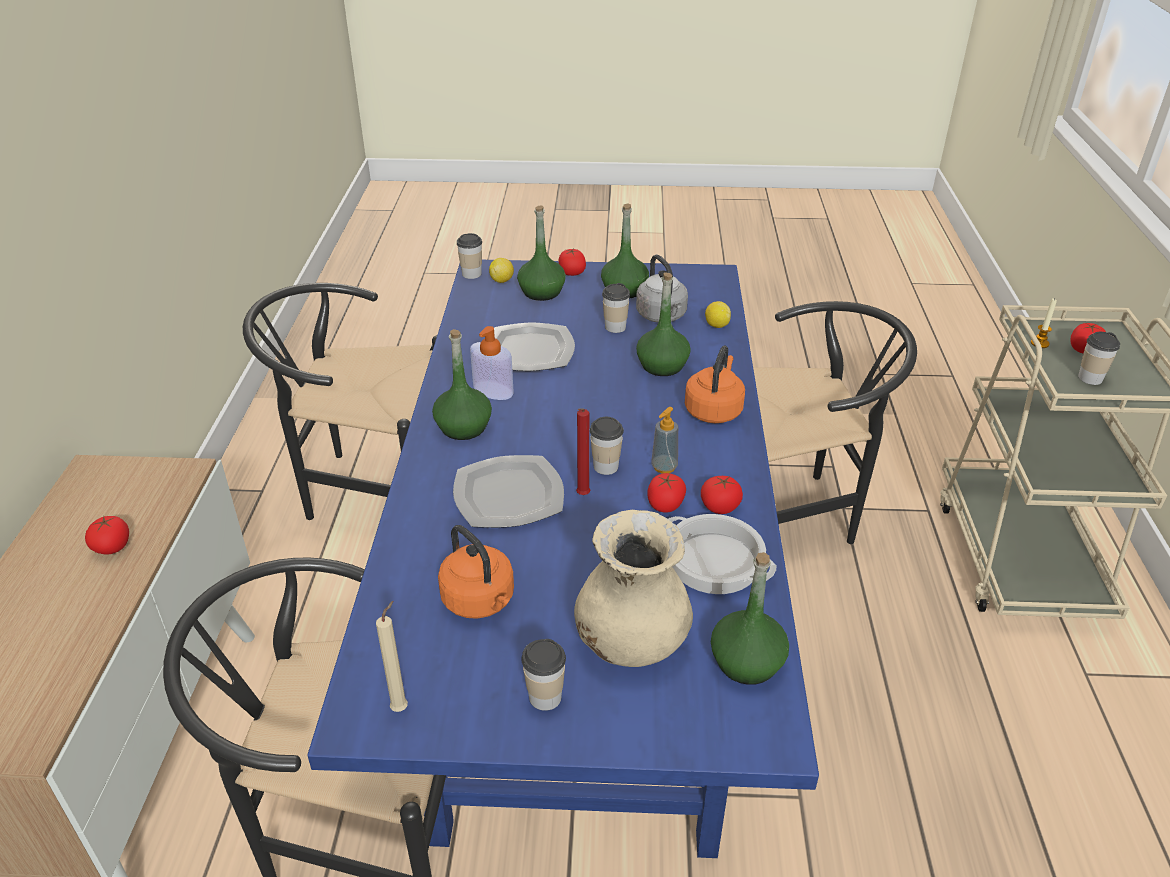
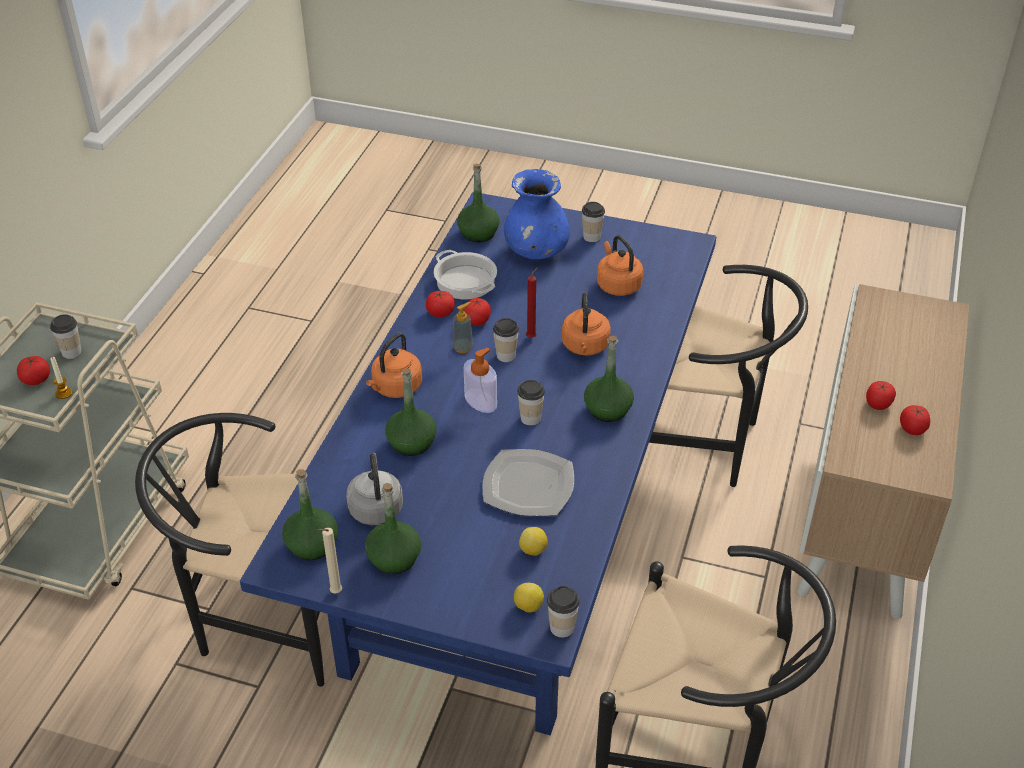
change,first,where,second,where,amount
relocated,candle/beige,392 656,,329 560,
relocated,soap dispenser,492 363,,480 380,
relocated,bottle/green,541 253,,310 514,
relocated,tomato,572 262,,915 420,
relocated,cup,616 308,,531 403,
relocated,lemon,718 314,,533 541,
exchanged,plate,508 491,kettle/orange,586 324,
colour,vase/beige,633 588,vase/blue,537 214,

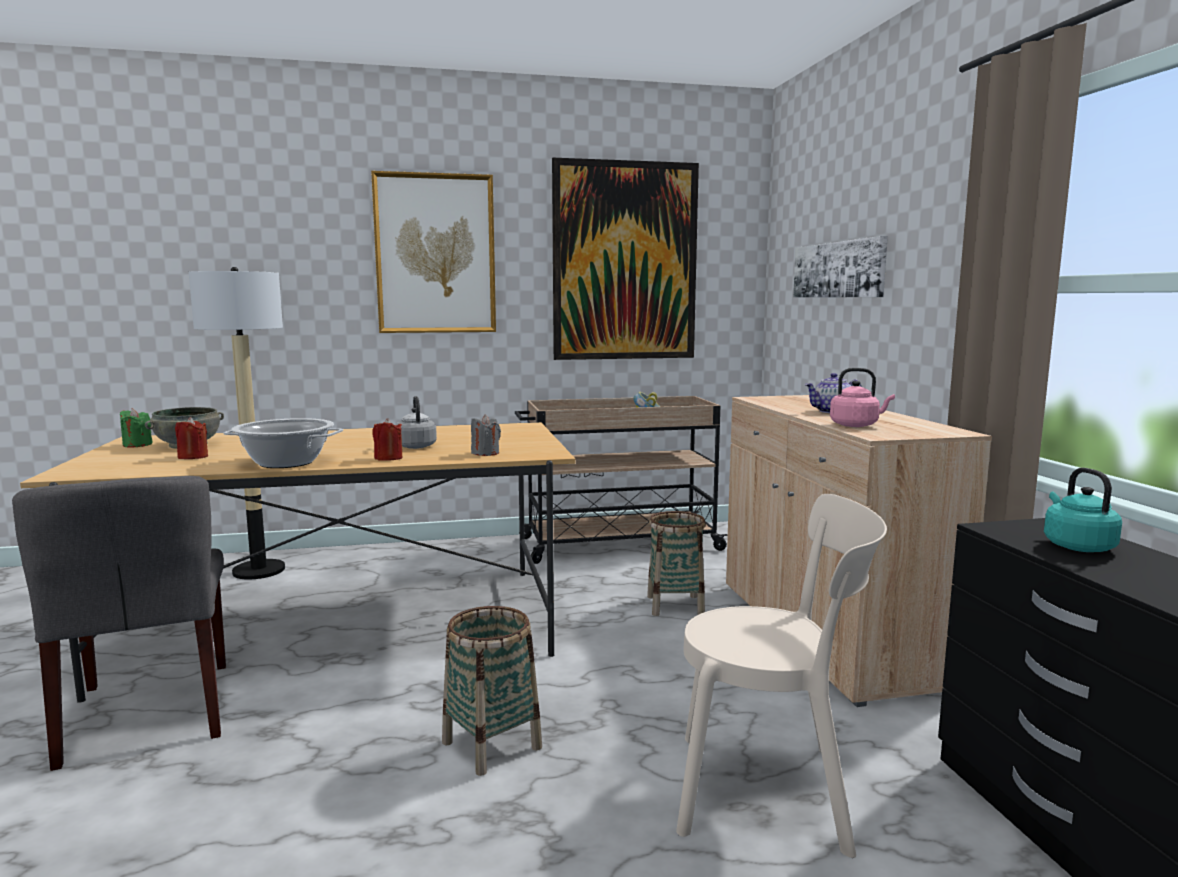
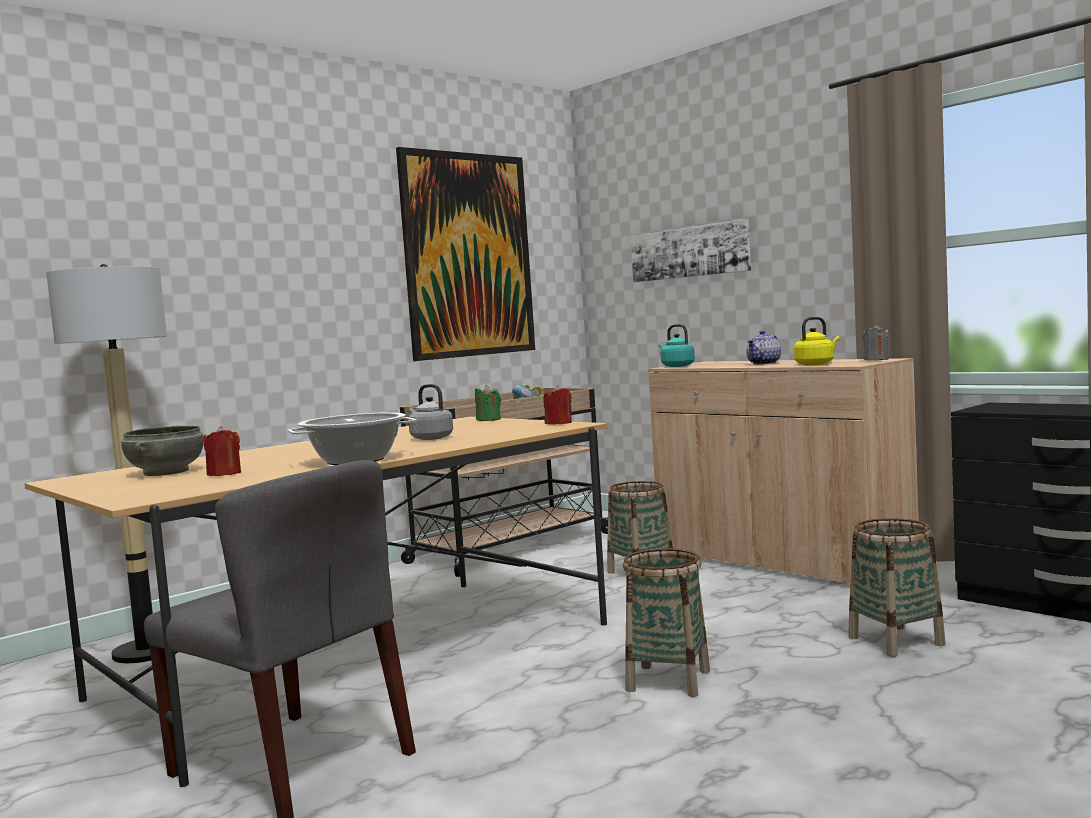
change,first,where,second,where,amount
missing,picture,433 252,,,
relocated,candle/green,136 428,,488 403,
relocated,candle/red,387 439,,557 404,
relocated,candle/grey,486 435,,876 342,
relocated,kettle/turquoise,1083 510,,677 345,
exchanged,chair/beige,781 676,basket,897 587,
colour,kettle/pink,862 397,kettle/yellow,817 341,

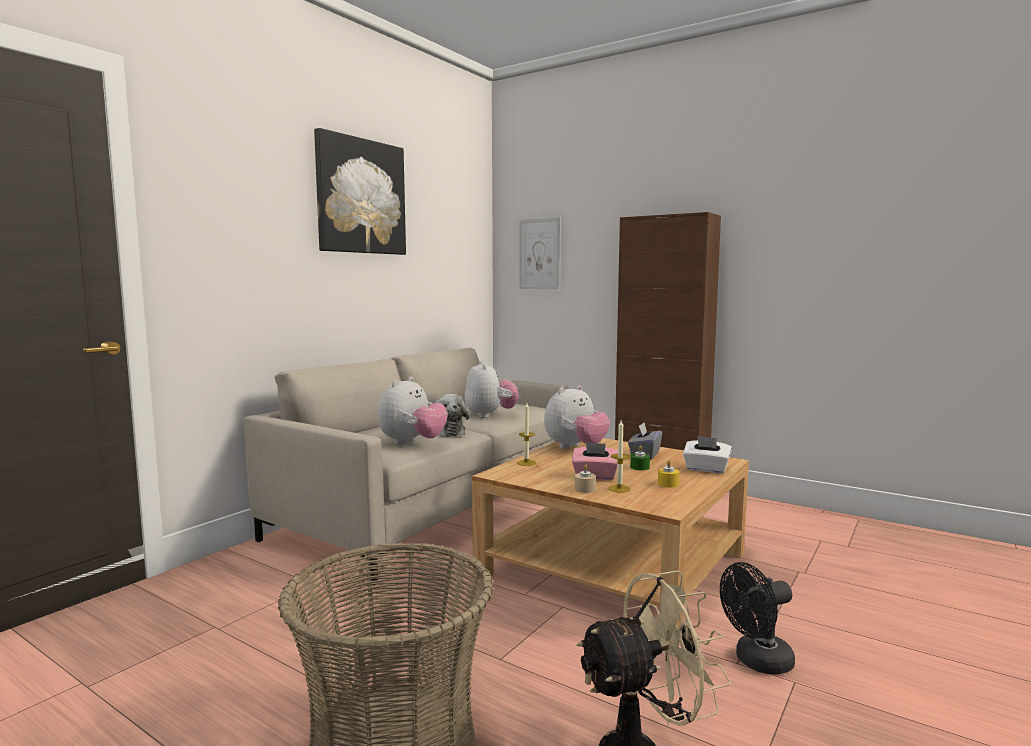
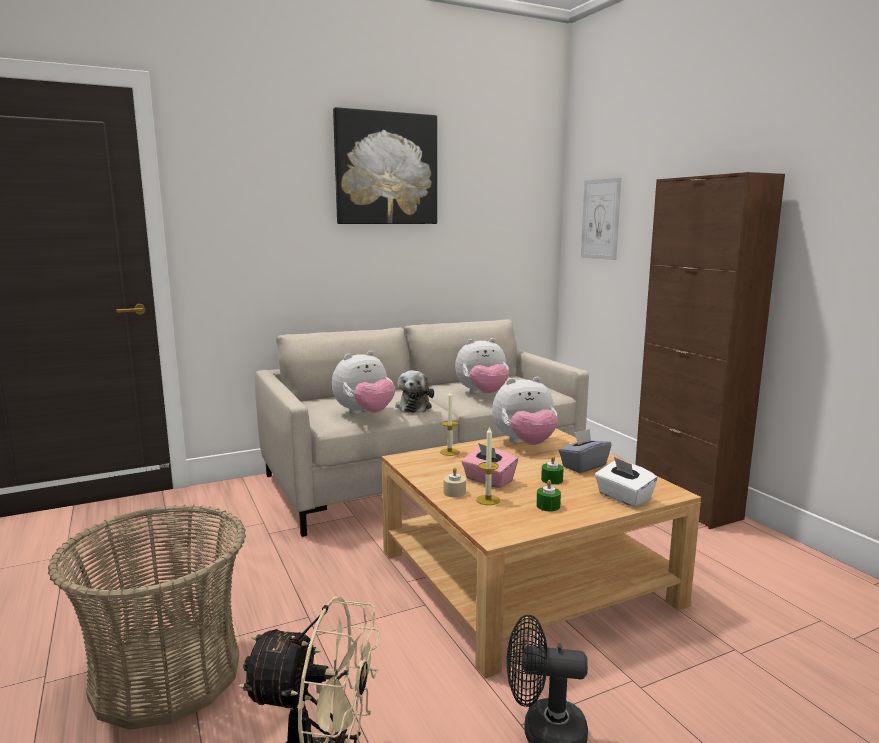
change,first,where,second,where,amount
colour,candle/yellow,668 473,candle/green,548 495,
spun,plush toy,492 389,,482 366,60 degrees clockwise

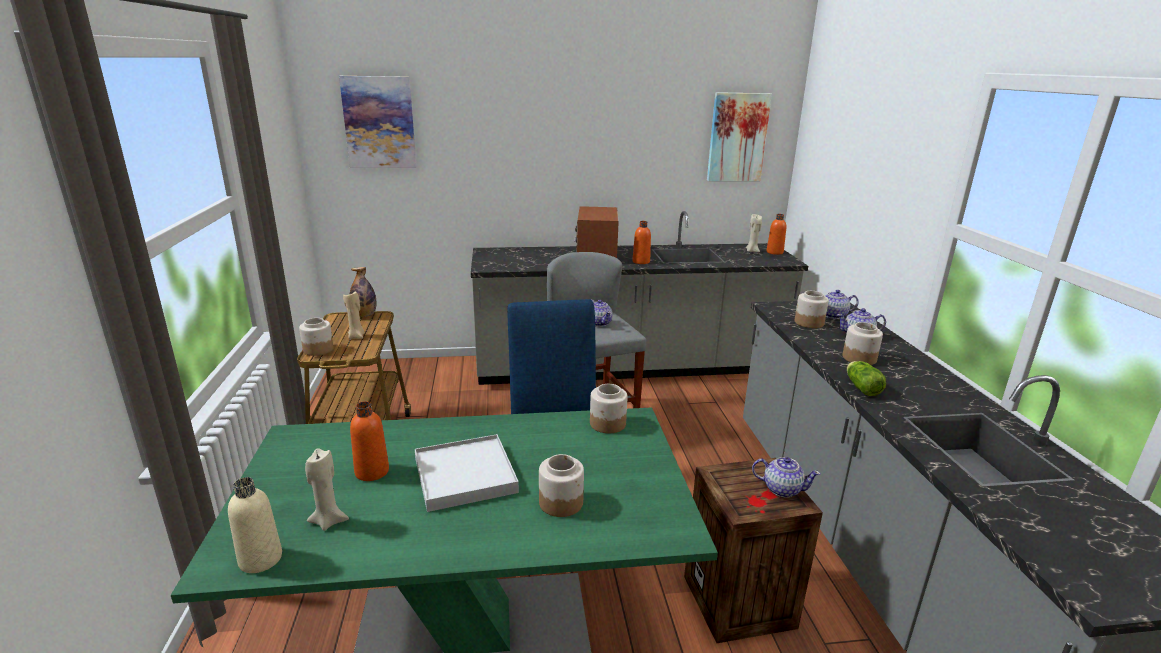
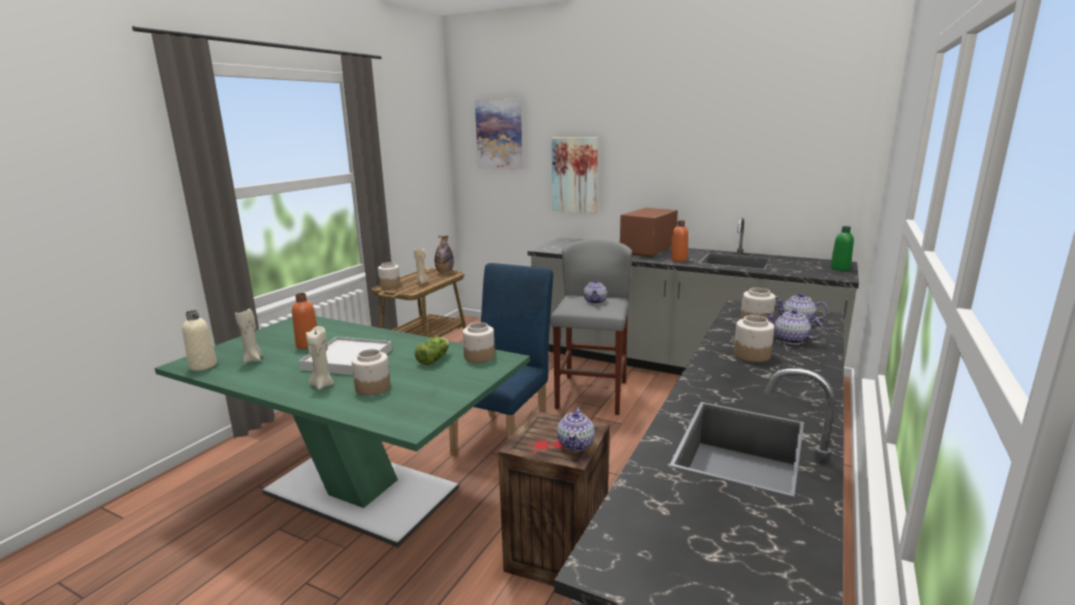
change,first,where,second,where,amount
relocated,picture,739 136,,575 175,
relocated,candle/beige,754 233,,320 358,
relocated,lettuce,866 378,,432 351,
colour,bottle/orange,776 234,bottle/green,842 248,
spun,teapot,786 477,,576 429,45 degrees clockwise

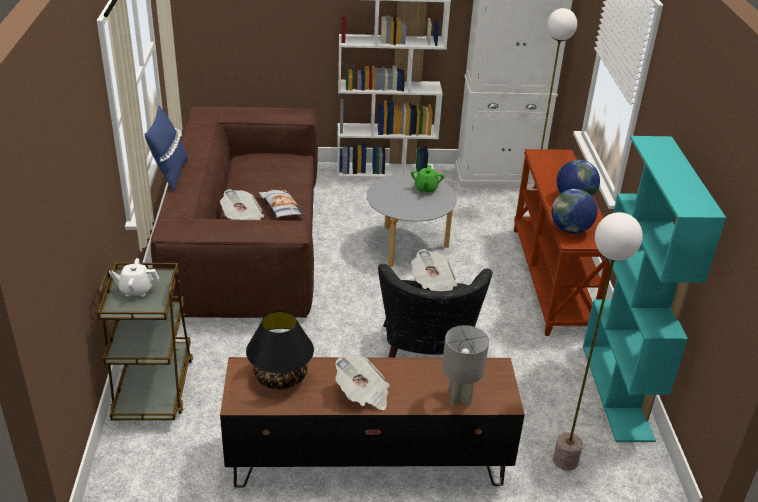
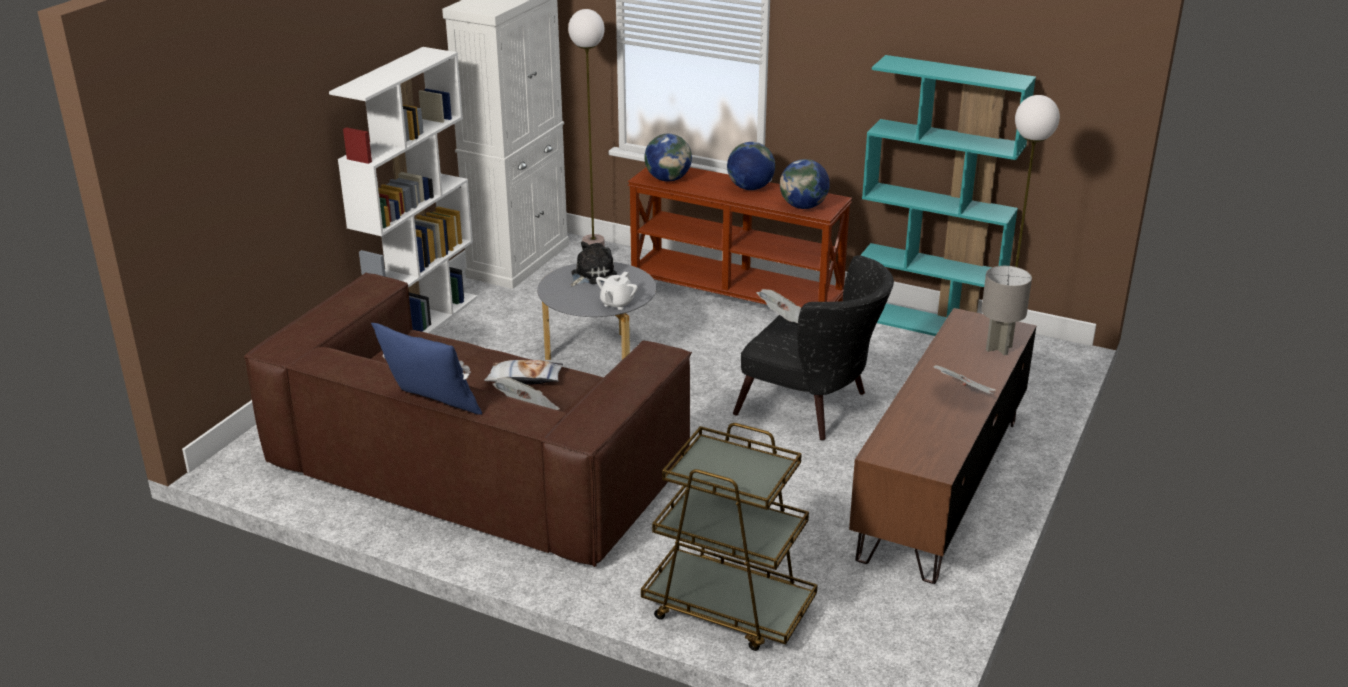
change,first,where,second,where,amount
missing,table lamp/black,280 350,,,
appeared,,,globe,668 158,
relocated,teapot/white,134 277,,617 291,
exchanged,teapot/green,427 179,plush toy,594 264,

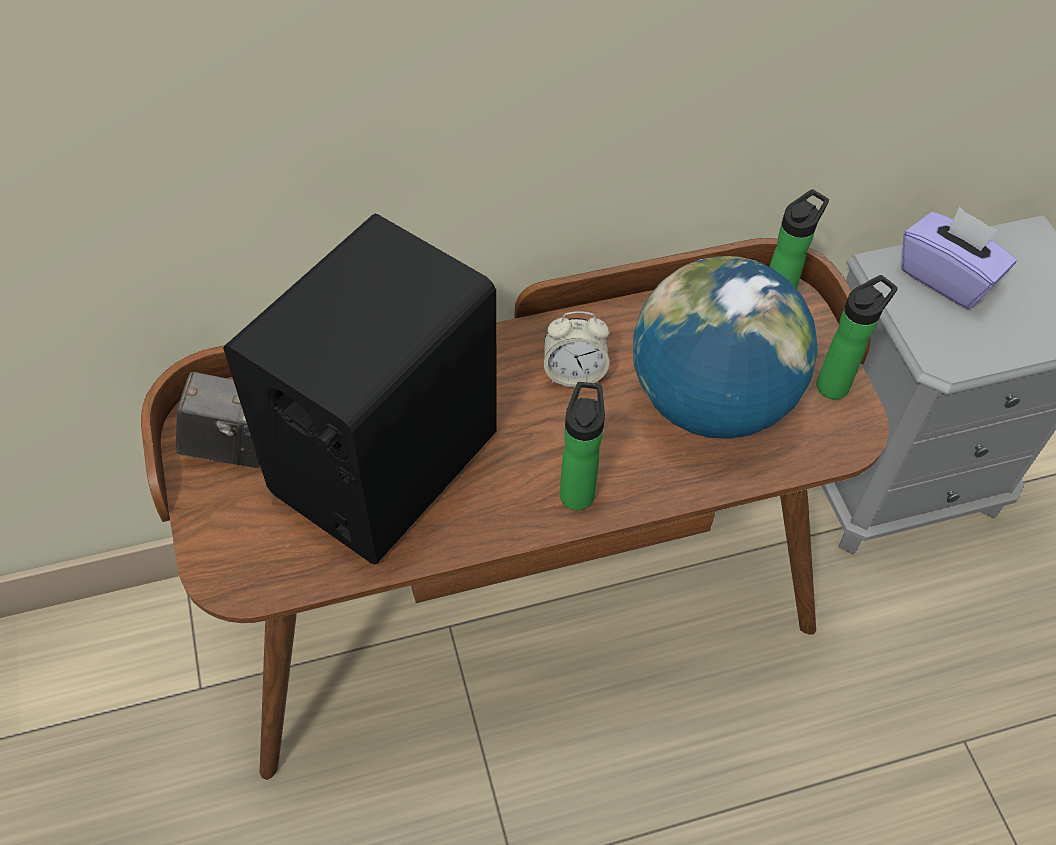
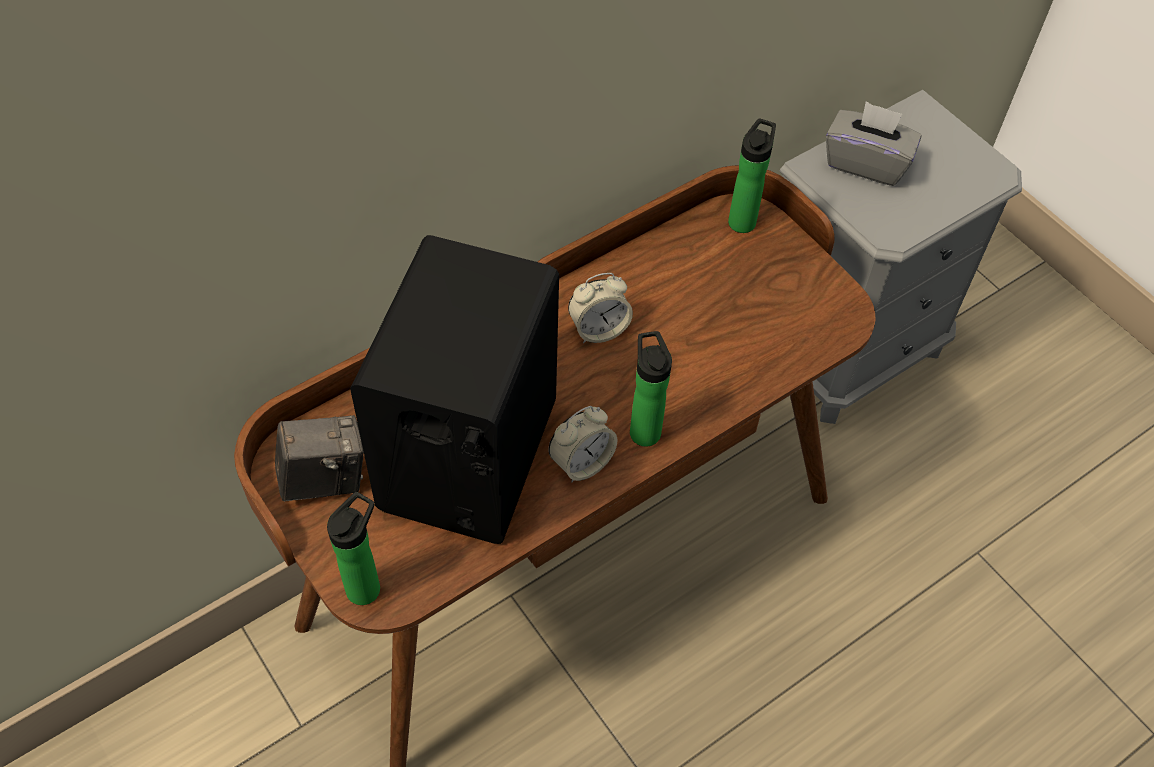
change,first,where,second,where,amount
missing,globe,725 347,,,
appeared,,,alarm clock,583 444,
relocated,bottle,857 337,,353 548,
colour,tissue box/purple,959 258,tissue box/grey,873 143,

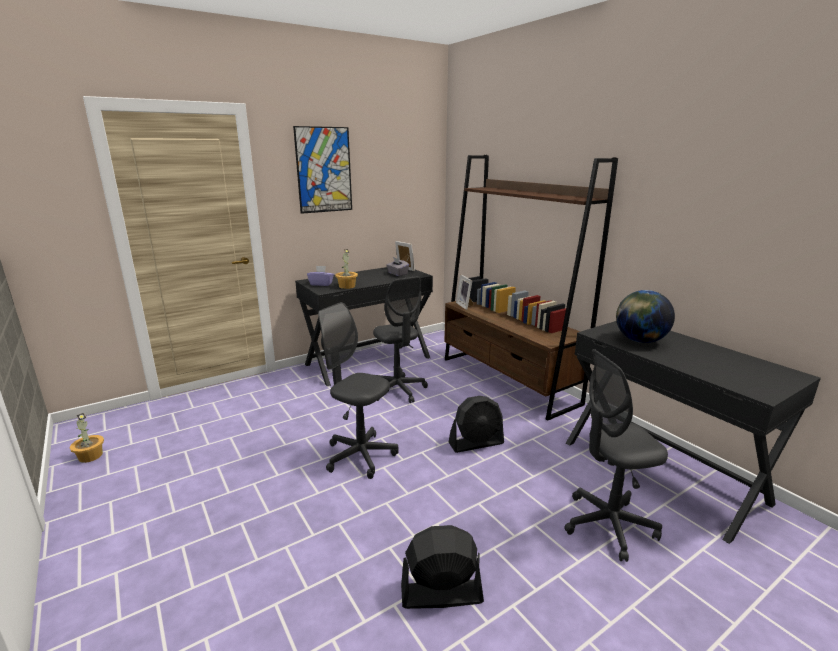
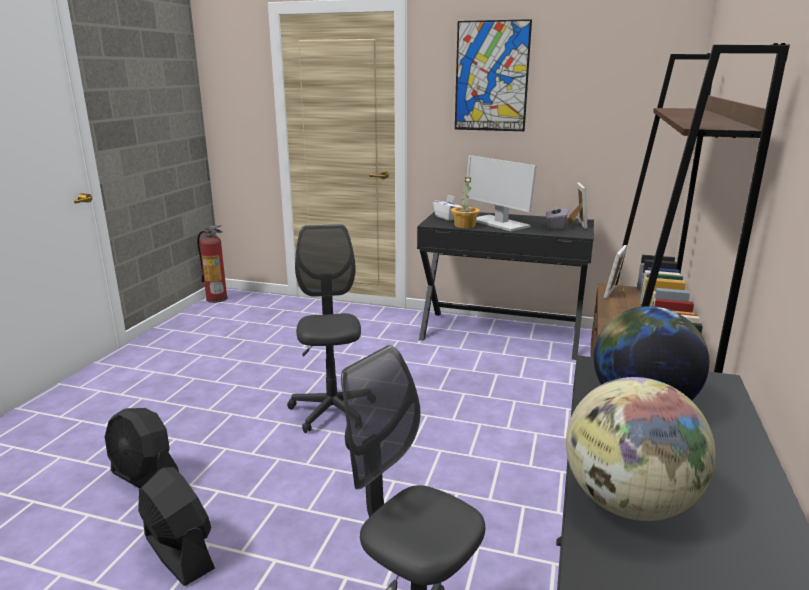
change,first,where,second,where,amount
missing,potted plant,86 438,,,
missing,office chair/grey,400 339,,,
appeared,,,fire extinguisher,212 264,
appeared,,,monitor,502 193,
appeared,,,globe,641 449,
relocated,fan/black,476 424,,142 448,
colour,tissue box/purple,320 276,tissue box/white,447 207,

